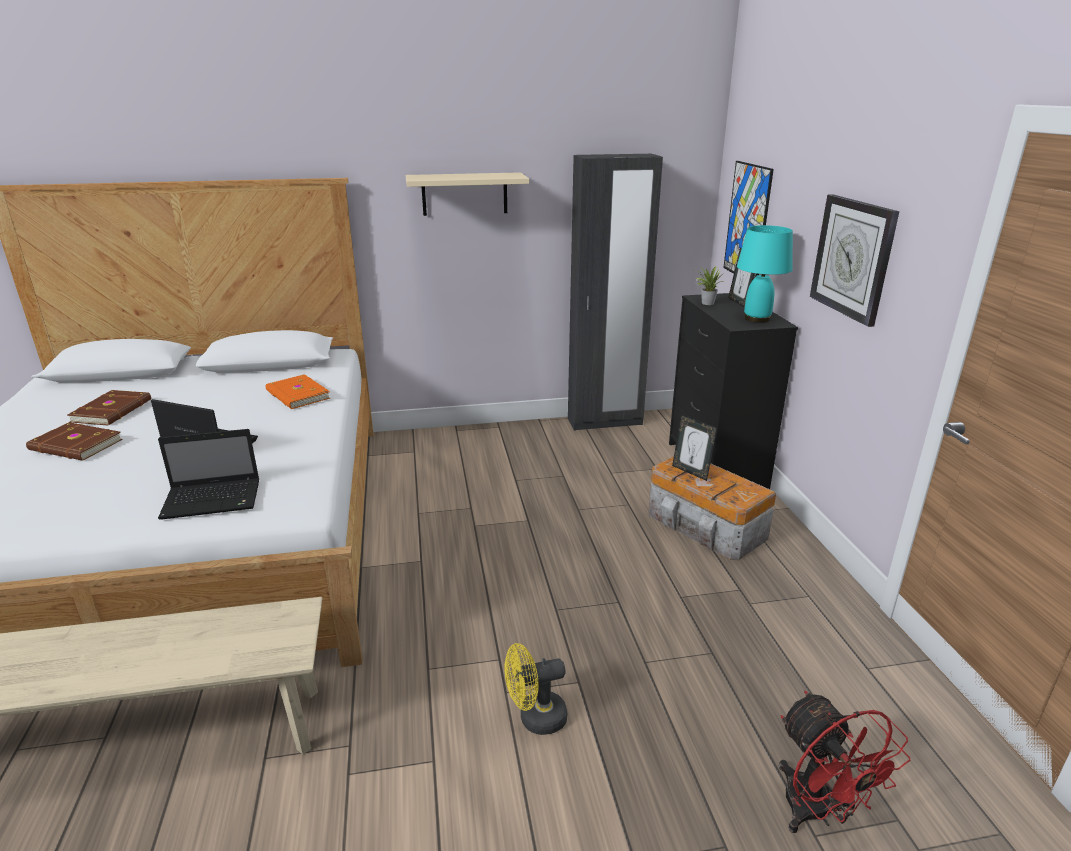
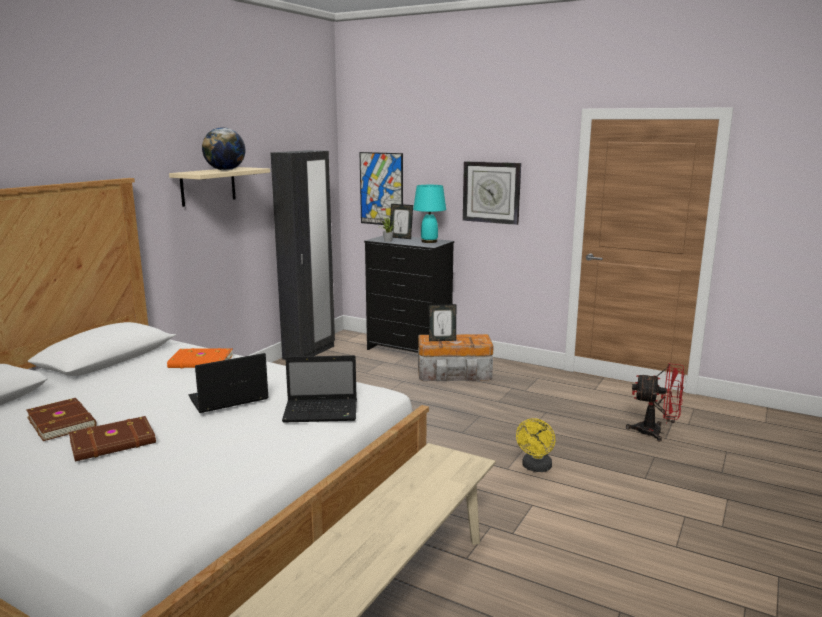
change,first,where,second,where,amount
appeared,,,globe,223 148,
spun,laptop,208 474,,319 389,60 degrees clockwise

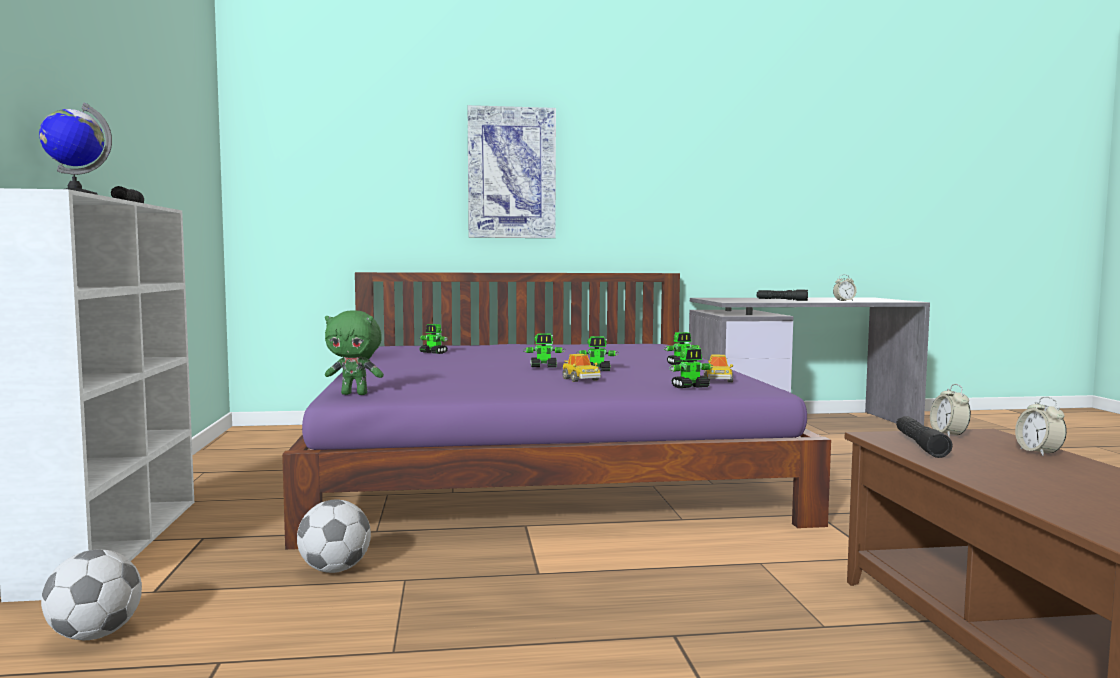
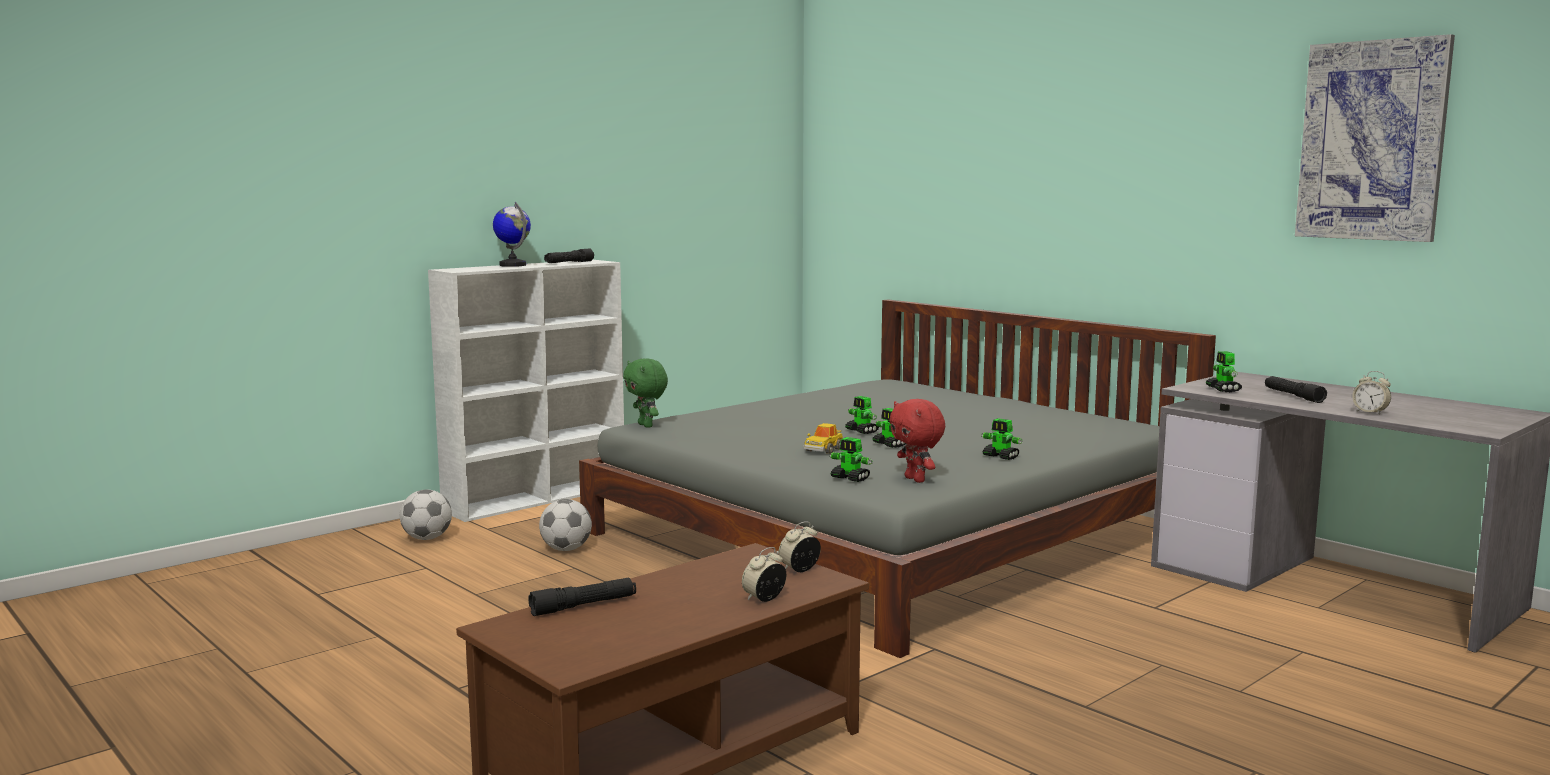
change,first,where,second,where,amount
relocated,toy robot,433 339,,1224 371,
relocated,picture,512 171,,1375 138,
relocated,flashlight/black,924 437,,582 597,
exchanged,toy car,718 368,plush toy/red,917 441,
colour,bed/purple,556 411,bed/grey,897 478,

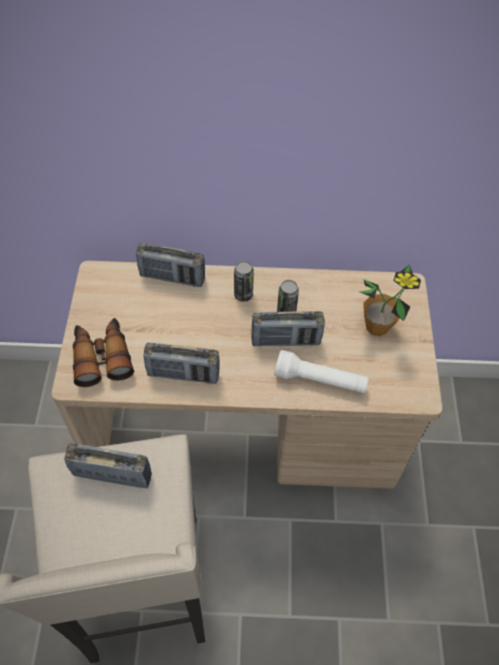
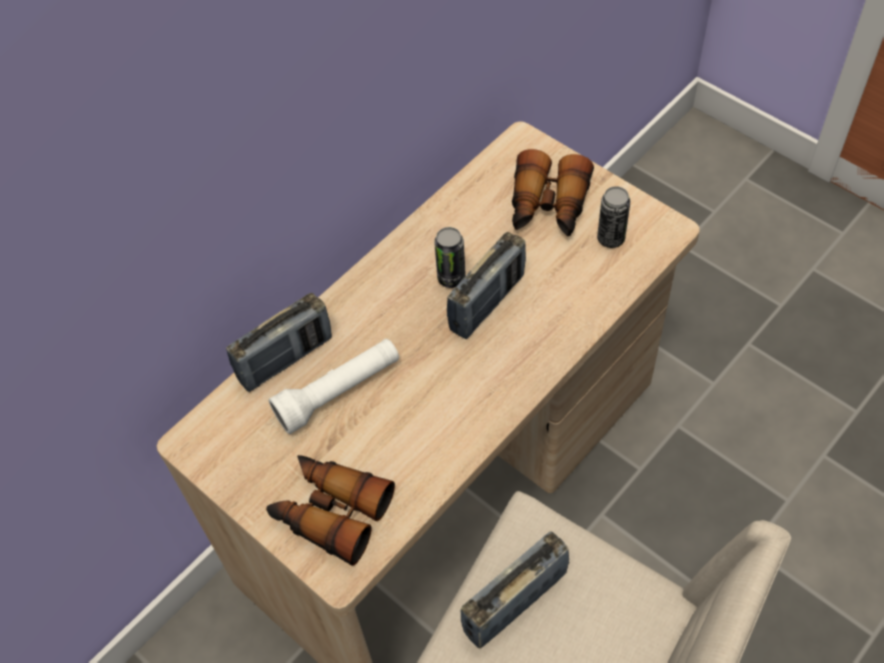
change,first,where,second,where,amount
missing,radio,181 363,,,
relocated,can,244 281,,613 217,
relocated,flashlight/white,321 372,,334 386,
exchanged,potted plant,390 300,binoculars,553 192,

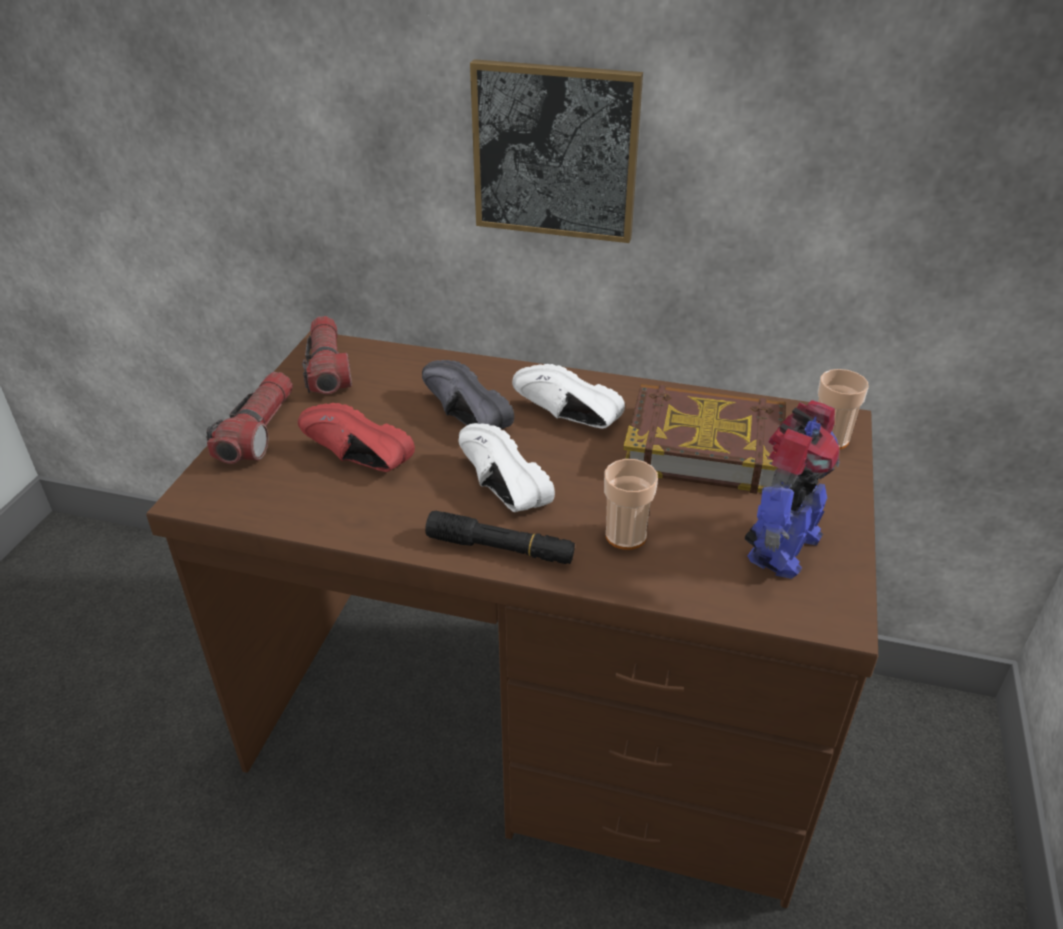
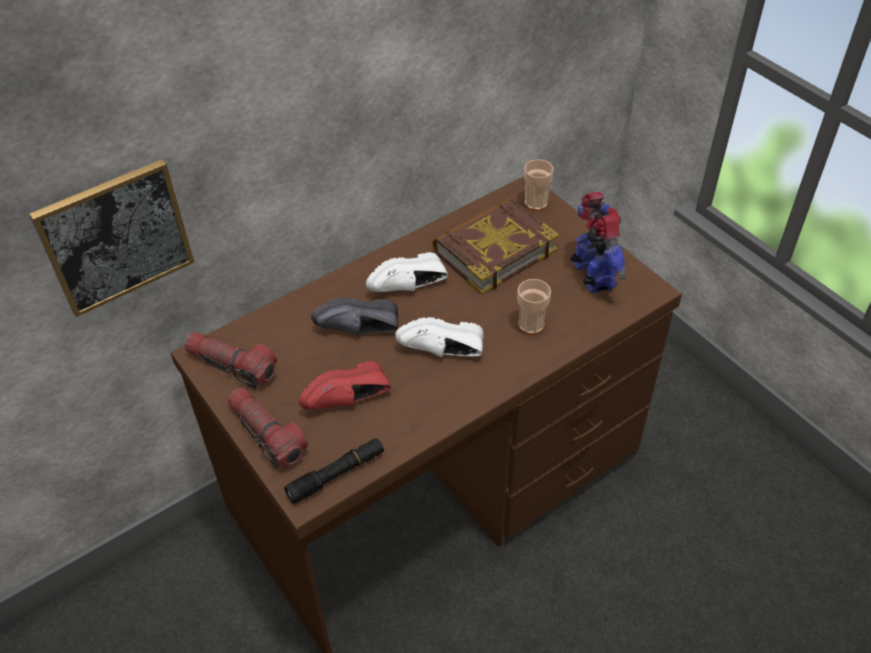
change,first,where,second,where,amount
relocated,flashlight/black,500 537,,334 471,
relocated,picture,556 151,,111 238,

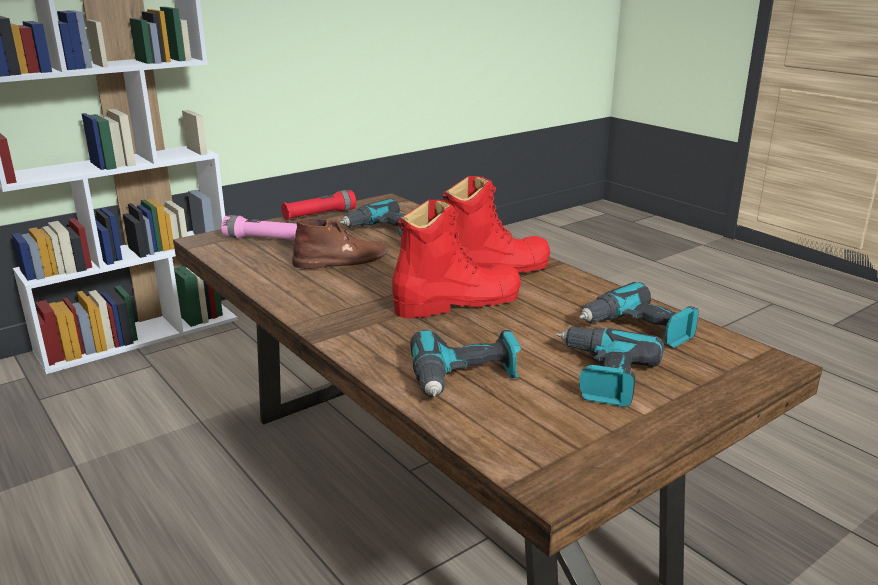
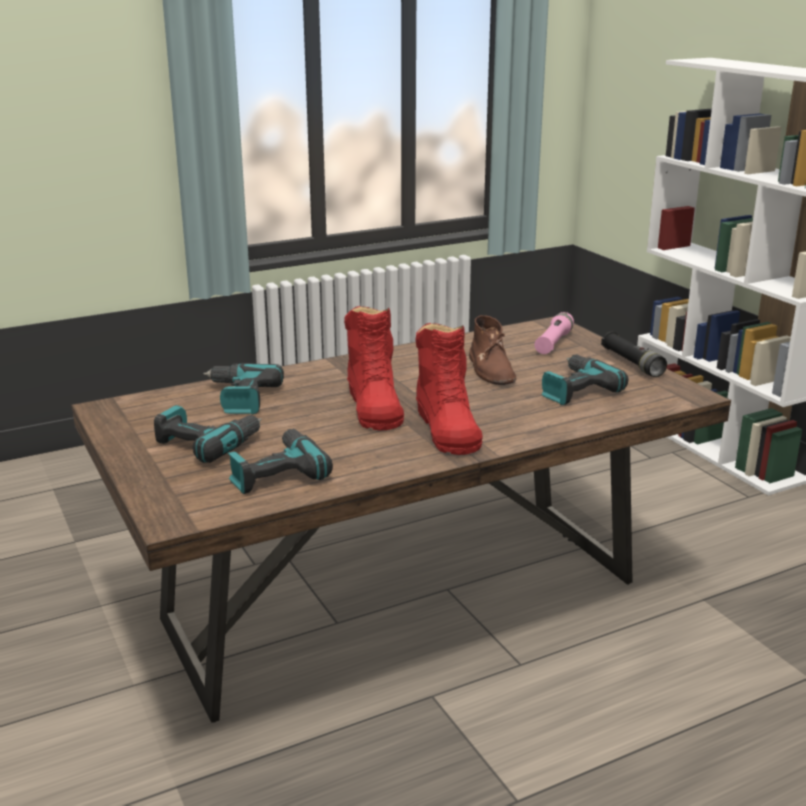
change,first,where,second,where,amount
colour,flashlight/red,318 205,flashlight/black,634 354,

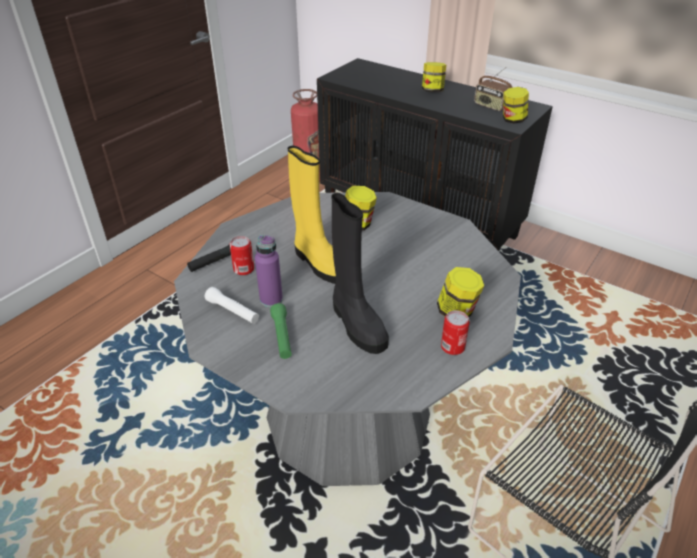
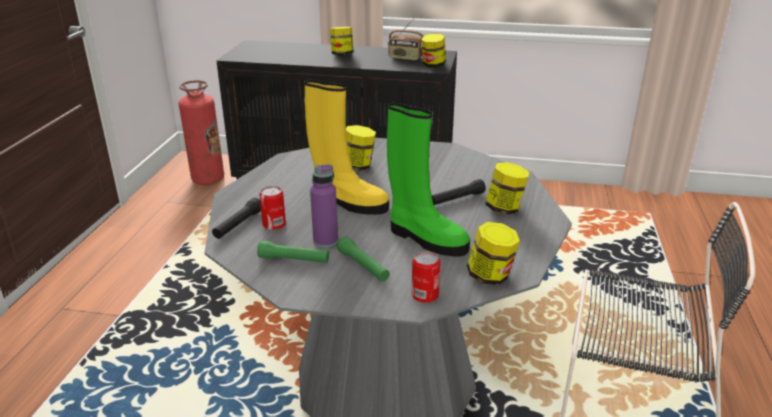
change,first,where,second,where,amount
appeared,,,flashlight/black,459 192,
appeared,,,jar,493 253,
relocated,can,455 332,,426 277,
colour,flashlight/white,231 305,flashlight/green,293 252,
colour,boot/black,360 273,boot/green,428 180,

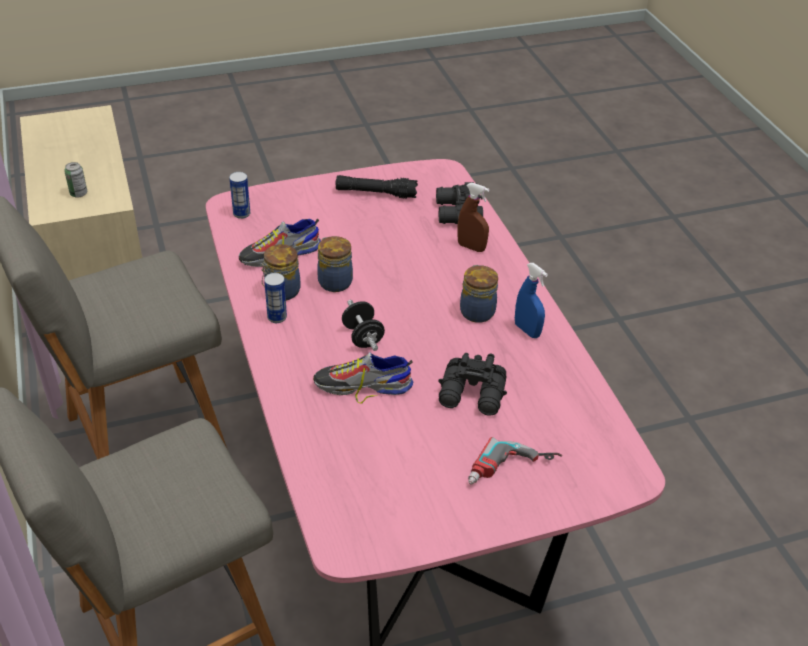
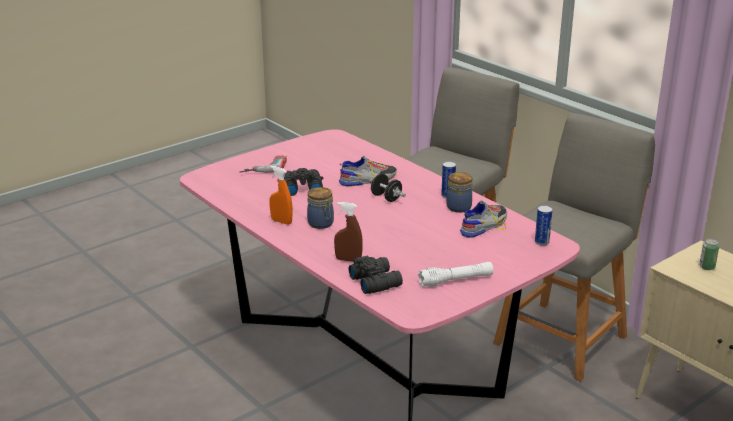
change,first,where,second,where,amount
missing,jar,335 264,,,
colour,flashlight/black,376 187,flashlight/white,455 274,
colour,spray bottle/blue,531 300,spray bottle/orange,281 195,

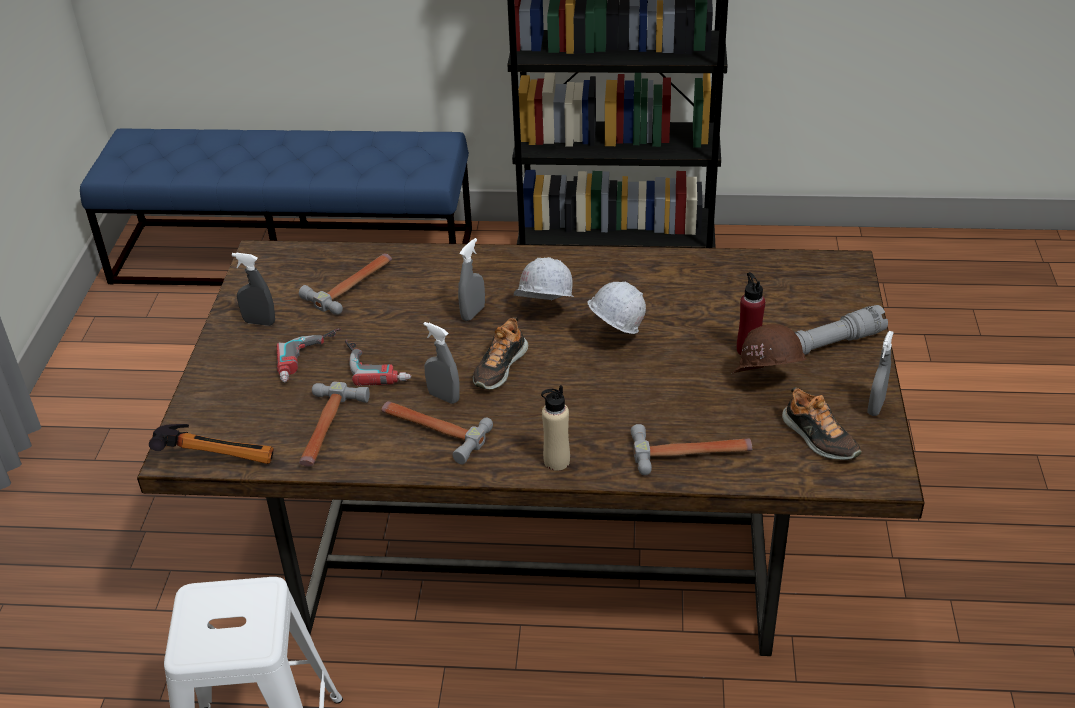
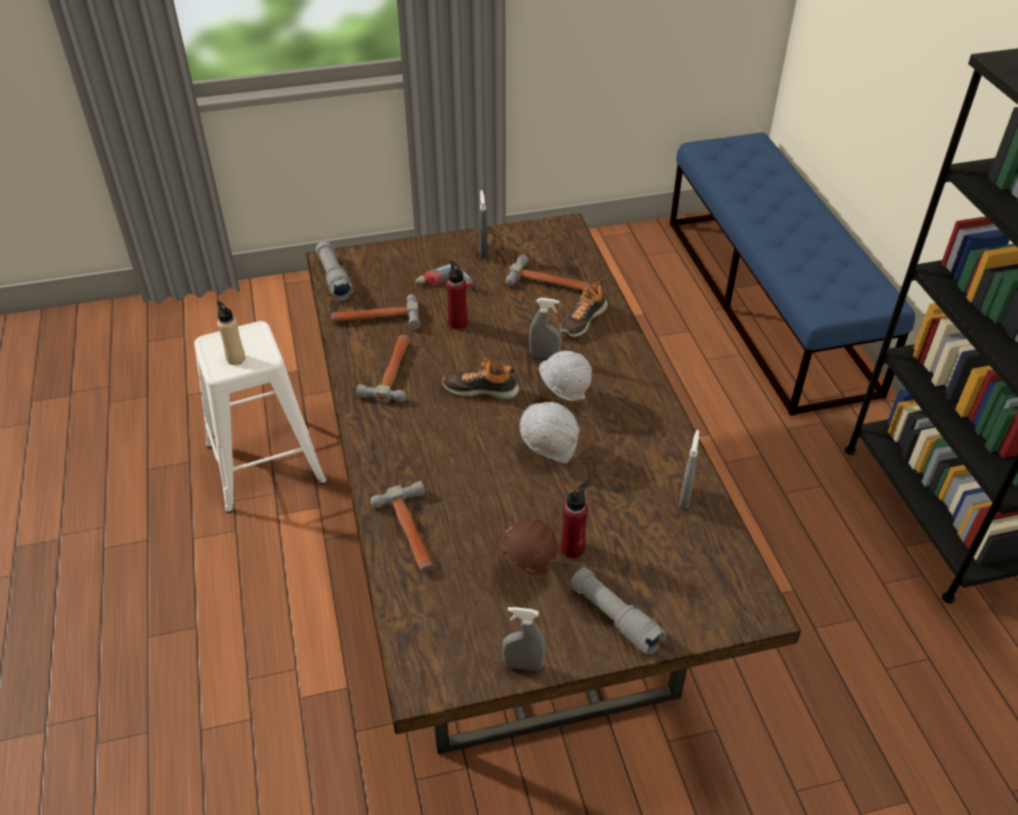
change,first,where,second,where,amount
relocated,spray bottle/grey,441 363,,689 469,
relocated,bottle/beige,555 428,,231 333,
relocated,shoe,822 423,,584 309,
exchanged,hammer,211 444,flashlight/grey,334 271,
exchanged,power drill,378 362,bottle/red,457 294,

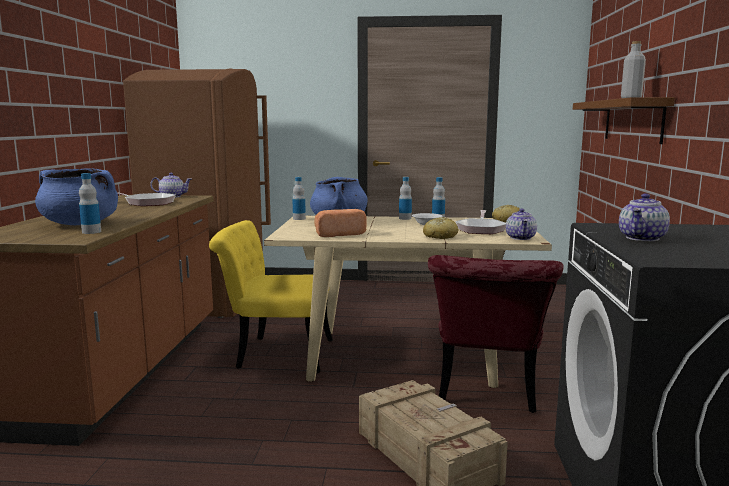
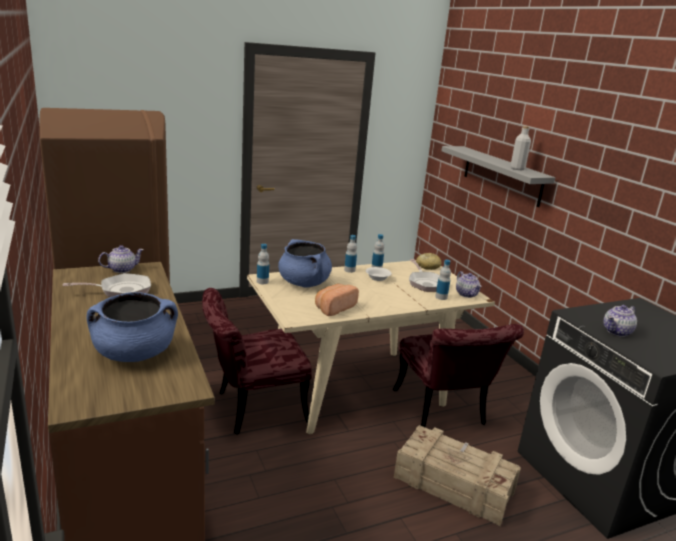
change,first,where,second,where,amount
missing,bread,440 228,,,
relocated,bottle,90 203,,443 280,
colour,chair/yellow,271 297,chair/red,257 361,
colour,shelf/brown,624 120,shelf/grey,498 176,
spun,teapot,644 217,,620 321,45 degrees clockwise

